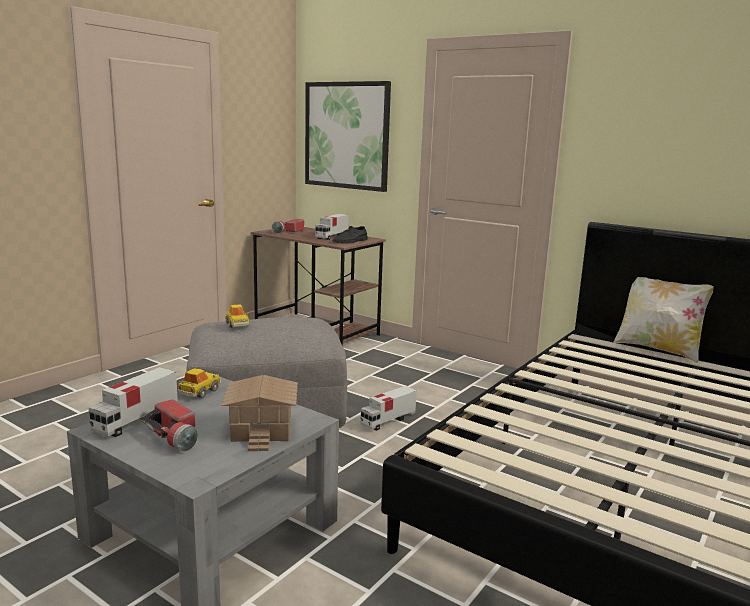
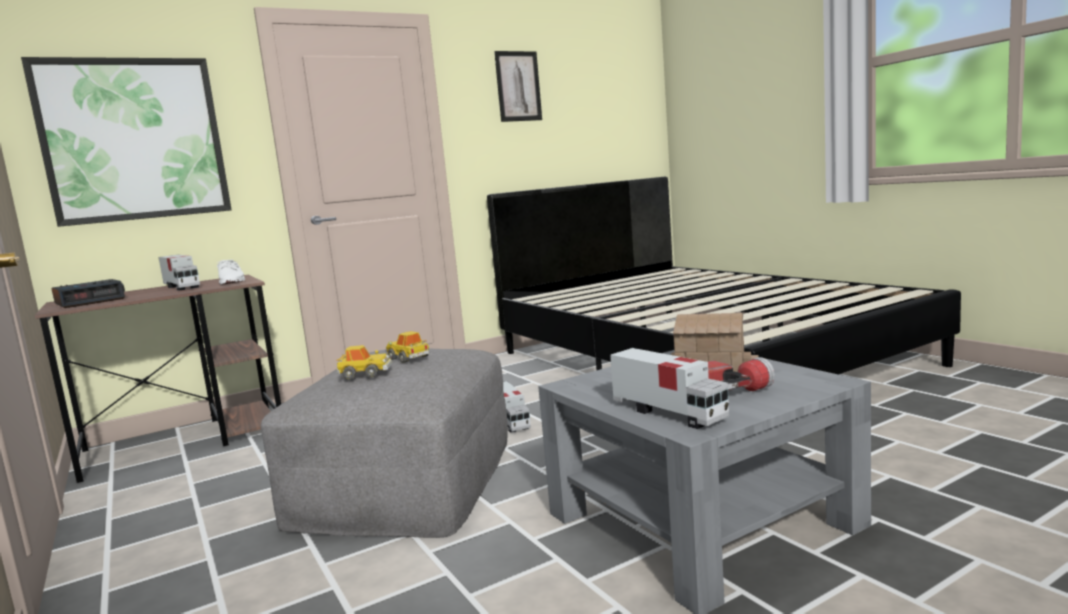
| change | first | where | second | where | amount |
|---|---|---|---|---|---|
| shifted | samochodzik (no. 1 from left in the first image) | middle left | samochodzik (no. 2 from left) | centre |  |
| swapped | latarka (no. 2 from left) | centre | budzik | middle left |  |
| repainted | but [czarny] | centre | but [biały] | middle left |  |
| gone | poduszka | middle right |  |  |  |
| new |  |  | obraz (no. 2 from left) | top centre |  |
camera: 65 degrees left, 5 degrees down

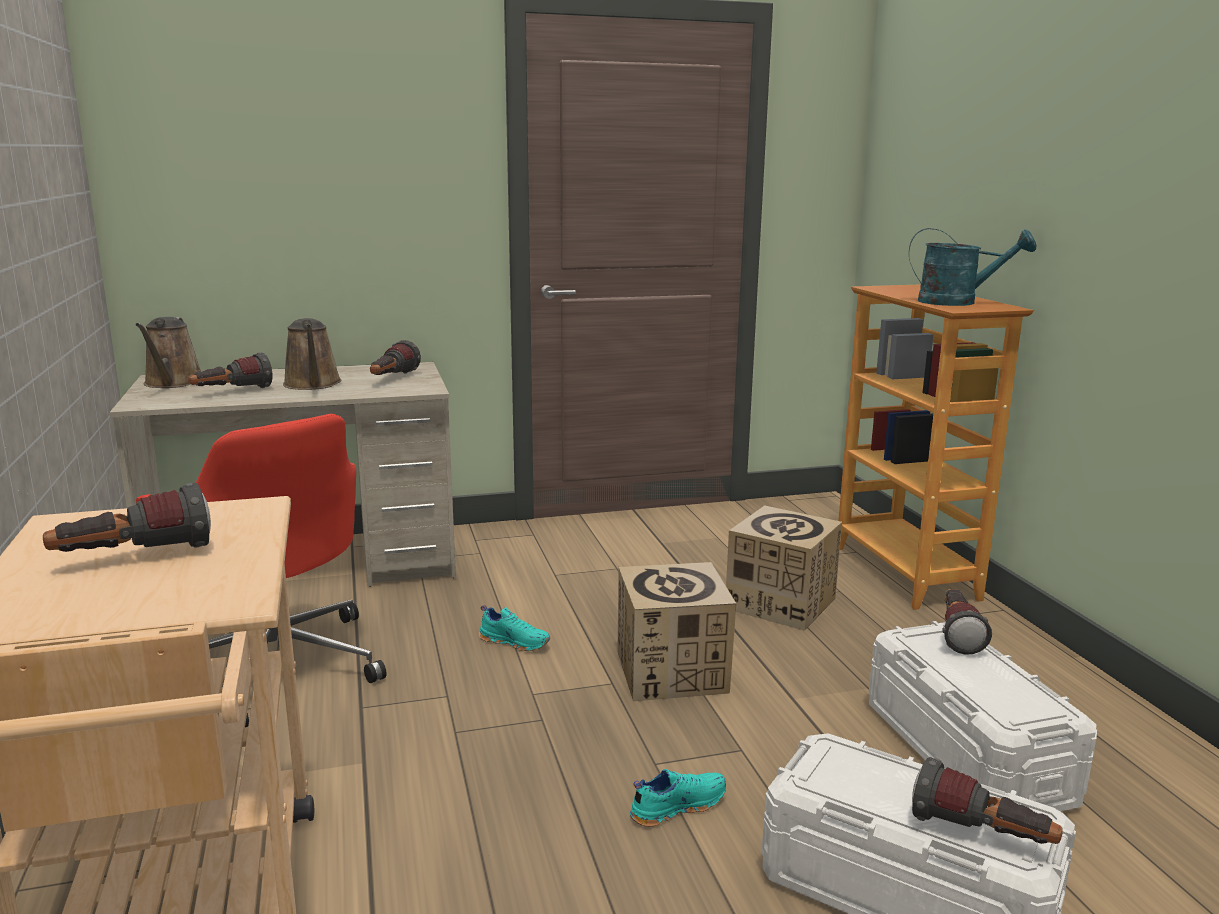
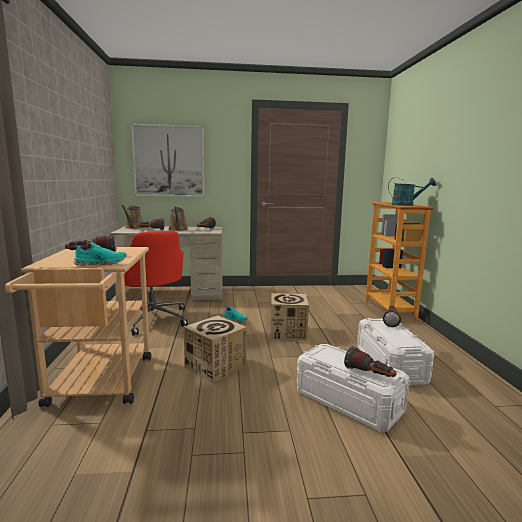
| change | first | where | second | where | amount |
|---|---|---|---|---|---|
| shifted | but [turkusowy] (no. 2 from left in the first image) | bottom centre | but [turkusowy] (no. 1 from left) | middle left |  |
| shifted | karton (no. 2 from left in the first image) | centre | karton (no. 1 from left) | bottom centre |  |
| new |  |  | obraz | top left |  |
camera: 10 degrees right, 5 degrees down

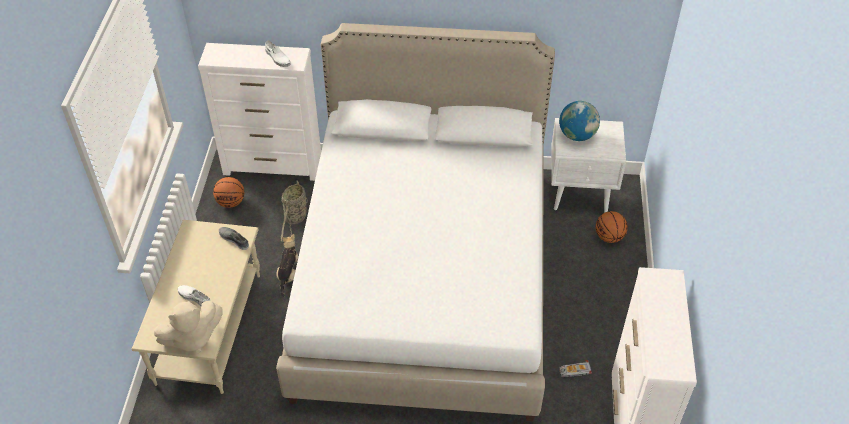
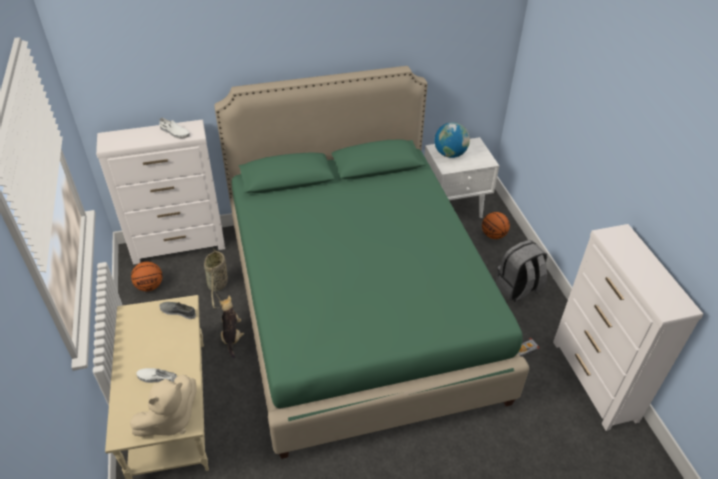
| change | first | where | second | where | amount |
|---|---|---|---|---|---|
| repainted | łóżko [biały] | centre | łóżko [zielony] | centre |  |
| new |  |  | plecak [szary] | middle right |  |
camera: 20 degrees left, 5 degrees down

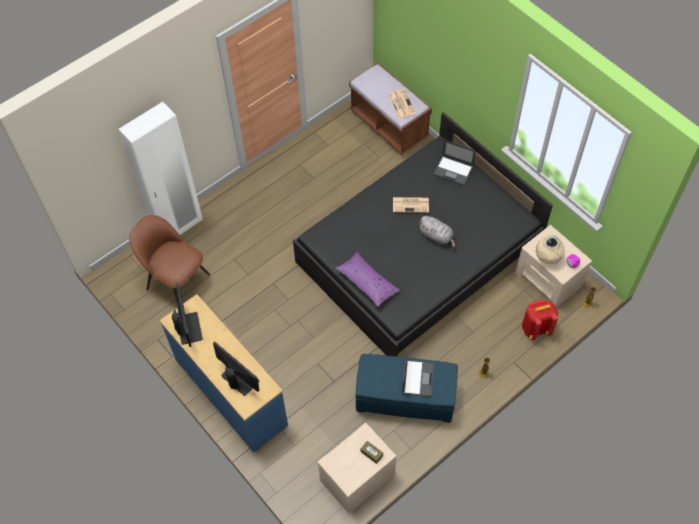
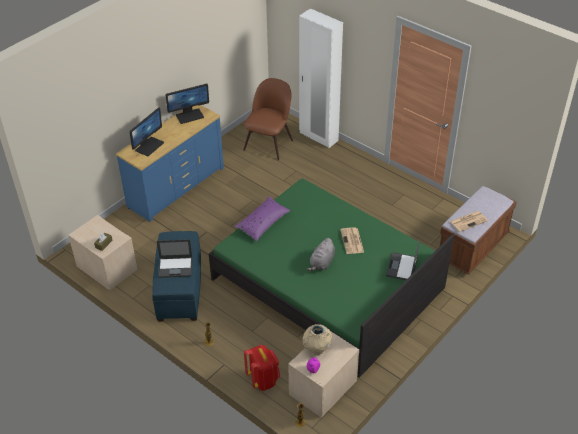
| change | first | where | second | where | amount |
|---|---|---|---|---|---|
| repainted | łóżko [czarny] | centre | łóżko [zielony] | centre |  |
camera: 80 degrees right, 15 degrees down

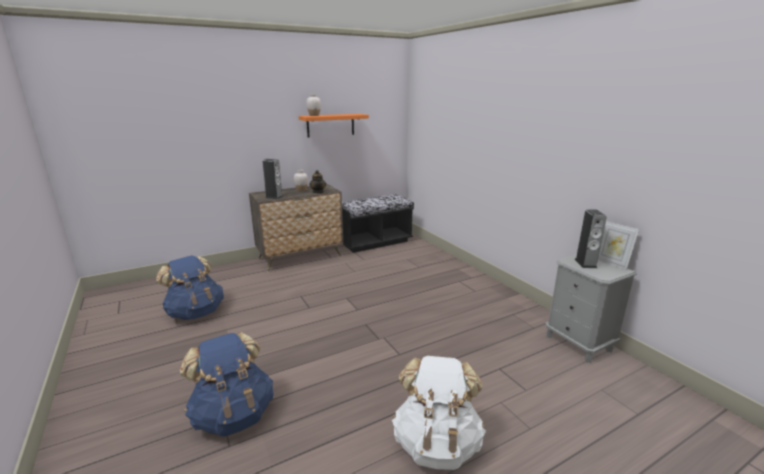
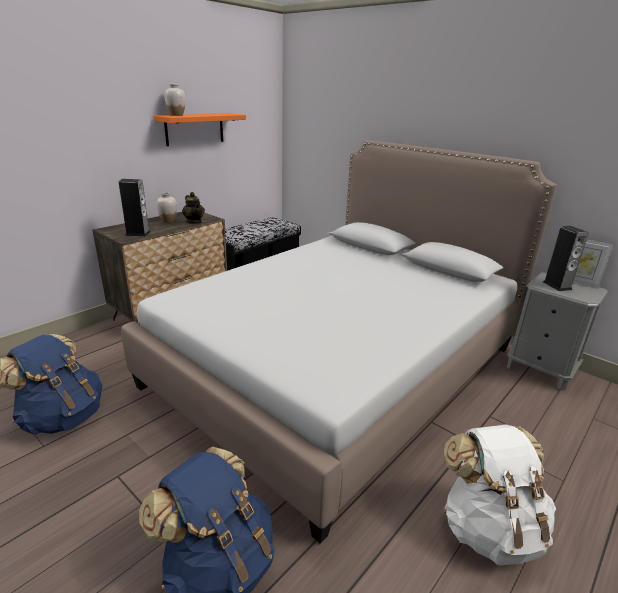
| change | first | where | second | where | amount |
|---|---|---|---|---|---|
| new |  |  | łóżko | centre |  |
camera: 20 degrees left, 5 degrees up

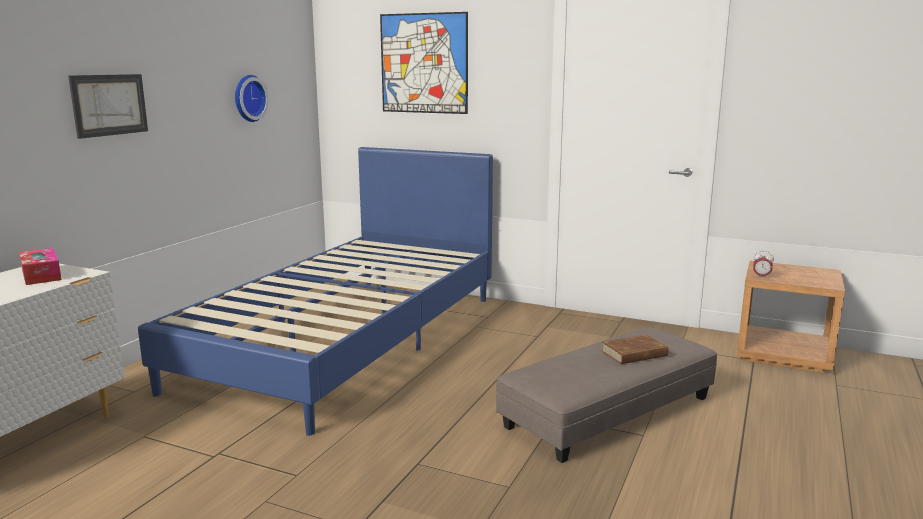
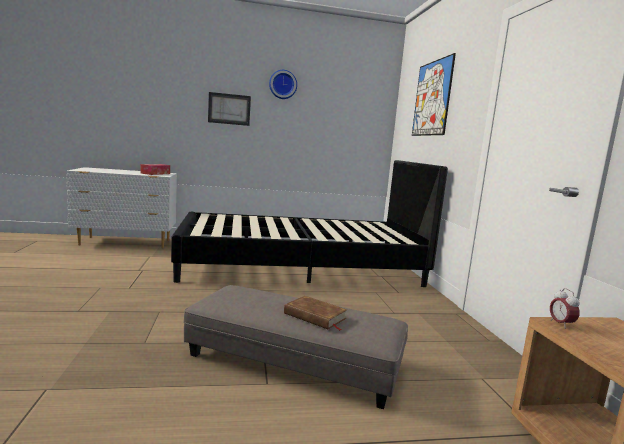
| change | first | where | second | where | amount |
|---|---|---|---|---|---|
| repainted | łóżko [niebieski] | centre | łóżko [czarny] | centre |  |
| shifted | zegar ścienny | top left |  | top centre |  |
camera: 55 degrees right, 5 degrees down

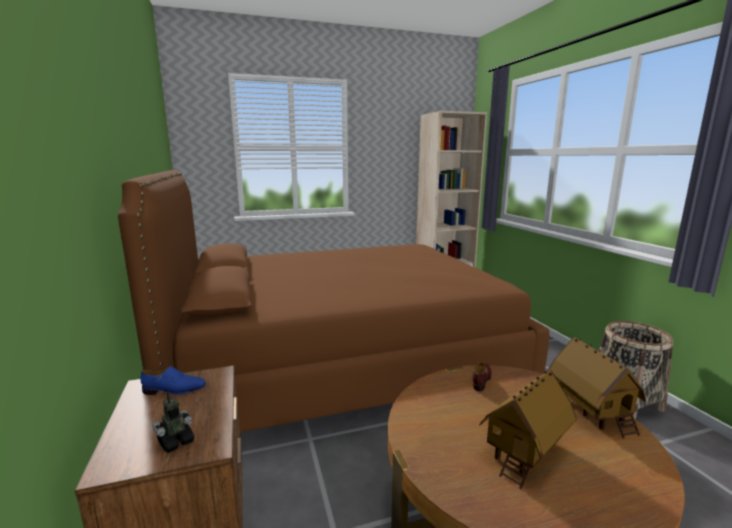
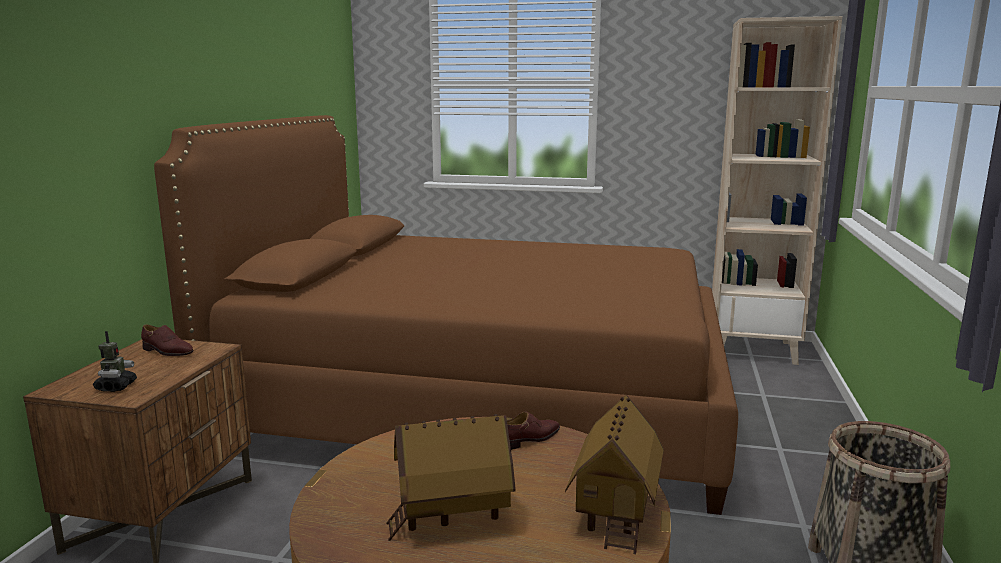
| change | first | where | second | where | amount |
|---|---|---|---|---|---|
| repainted | but [niebieski] | bottom left | but [brązowy] (no. 1 from left) | middle left |  |
| rotated | robot zabawkowy | bottom left |  | middle left | 105 degrees clockwise |
camera: 30 degrees right, 0 degrees up

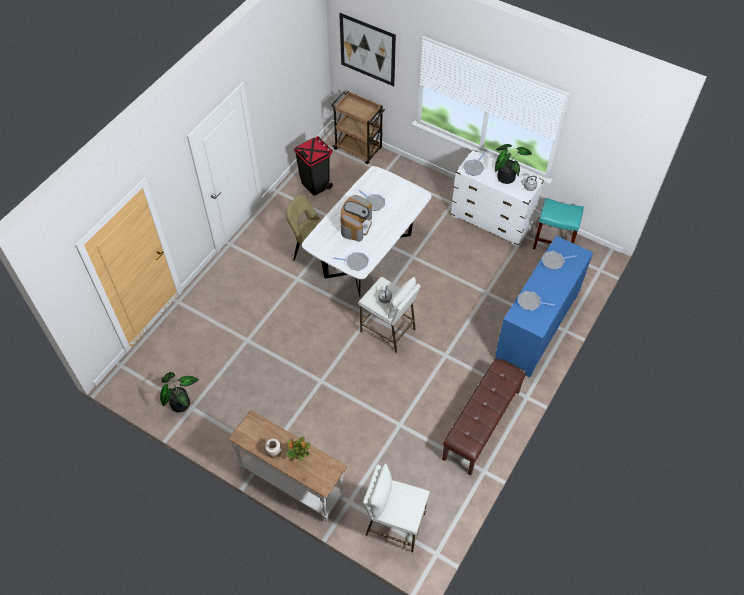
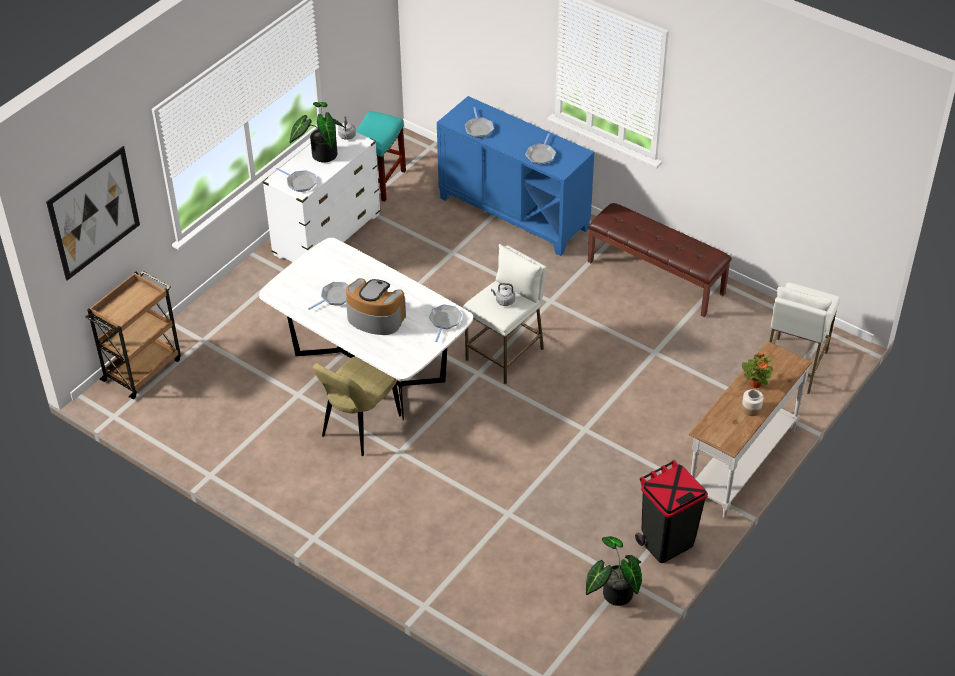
| change | first | where | second | where | amount |
|---|---|---|---|---|---|
| shifted | kosz na śmieci [czarny] | top centre |  | bottom right |  |
camera: 85 degrees left, 10 degrees down

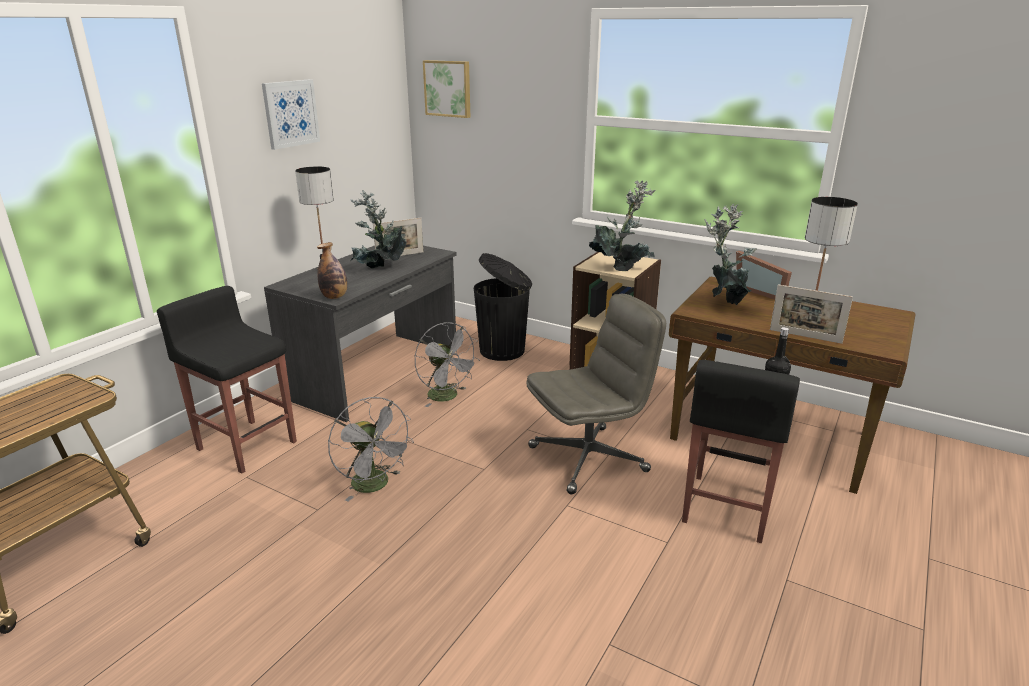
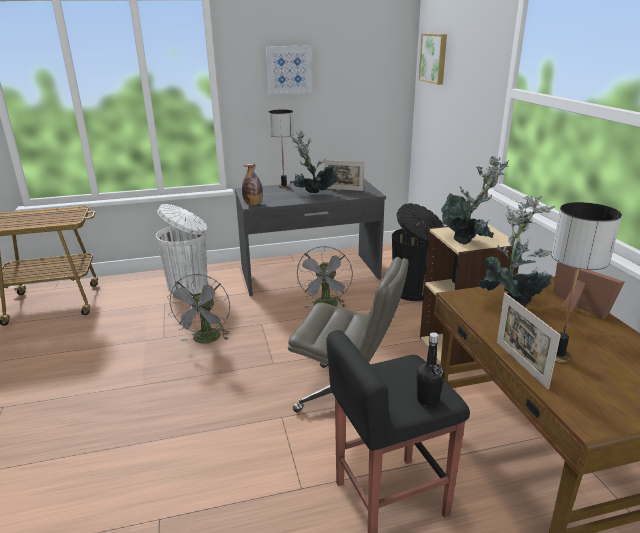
| change | first | where | second | where | amount |
|---|---|---|---|---|---|
| swapped | stołek [czarny] (no. 1 from left) | middle left | kosz na śmieci [biały] | middle left |  |
| rotated | ramka na zdjęcie (no. 2 from left in the first image) | middle right | ramka na zdjęcie (no. 3 from left) | middle right | 150 degrees clockwise |
camera: 45 degrees right, 0 degrees up

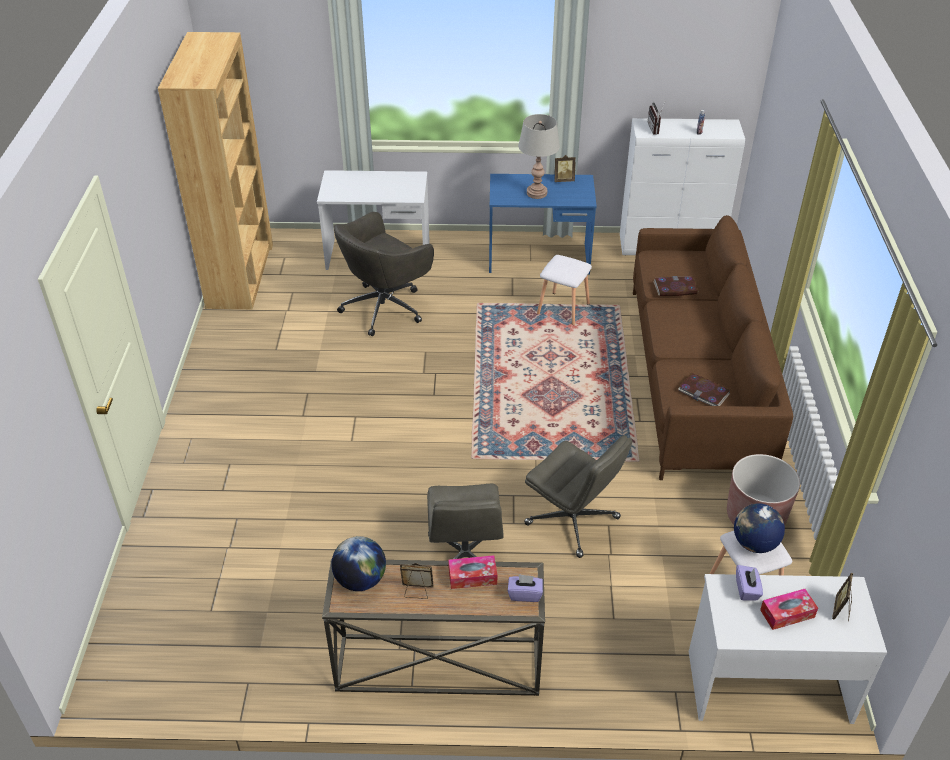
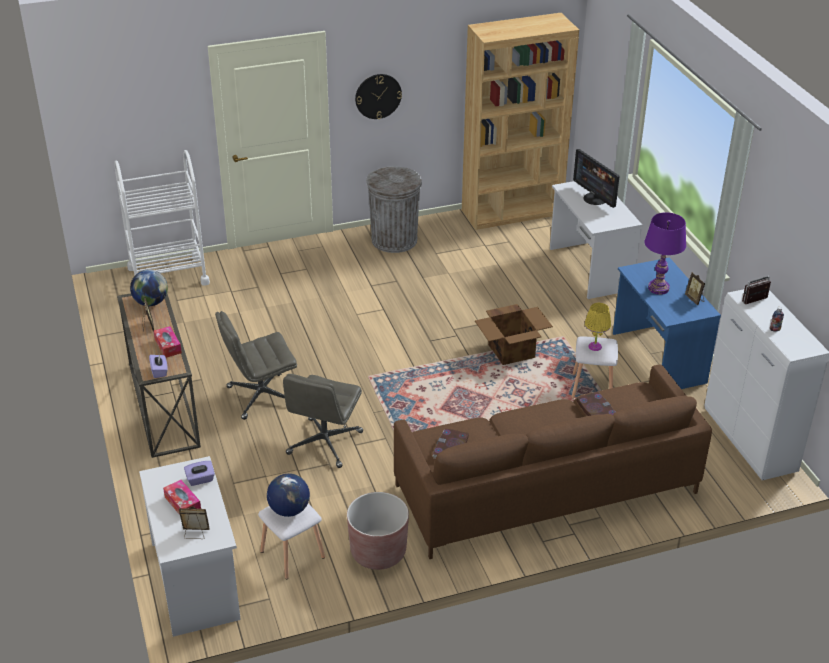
| change | first | where | second | where | amount |
|---|---|---|---|---|---|
| gone | krzesło biurowe [szary] (no. 1 from left) | centre |  |  |  |
| repainted | lampa stołowa [szary] | top centre | lampa stołowa [fioletowy] | middle right |  |
| new |  |  | wózek [biały] | top left |  |
| new |  |  | zegar ścienny | top centre |  |
| new |  |  | kosz na śmieci [szary] | top centre |  |
| new |  |  | karton | centre |  |
| new |  |  | monitor | top right |  |
| new |  |  | lampa stołowa [żółty] | middle right |  |
camera: 70 degrees right, 5 degrees down

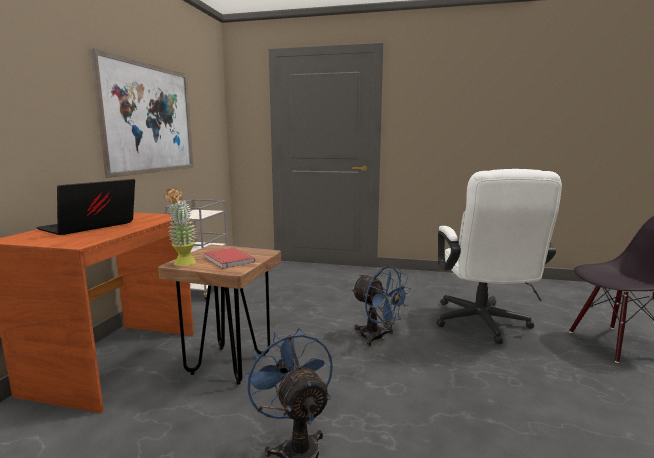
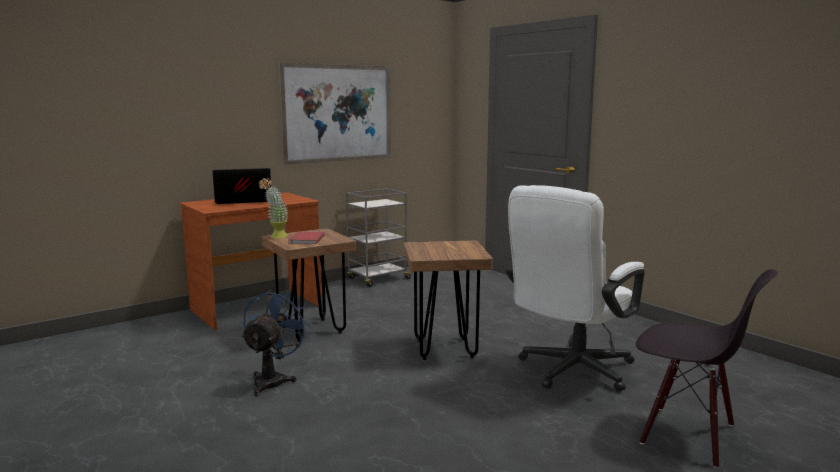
| change | first | where | second | where | amount |
|---|---|---|---|---|---|
| swapped | wentylator [niebieski] (no. 2 from left) | bottom centre | stołek [brązowy] (no. 2 from left) | centre |  |
camera: 40 degrees right, 0 degrees up

